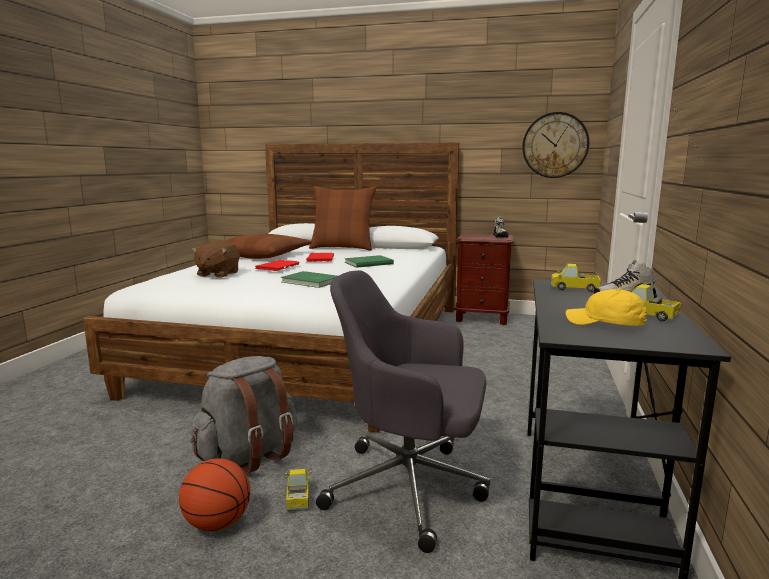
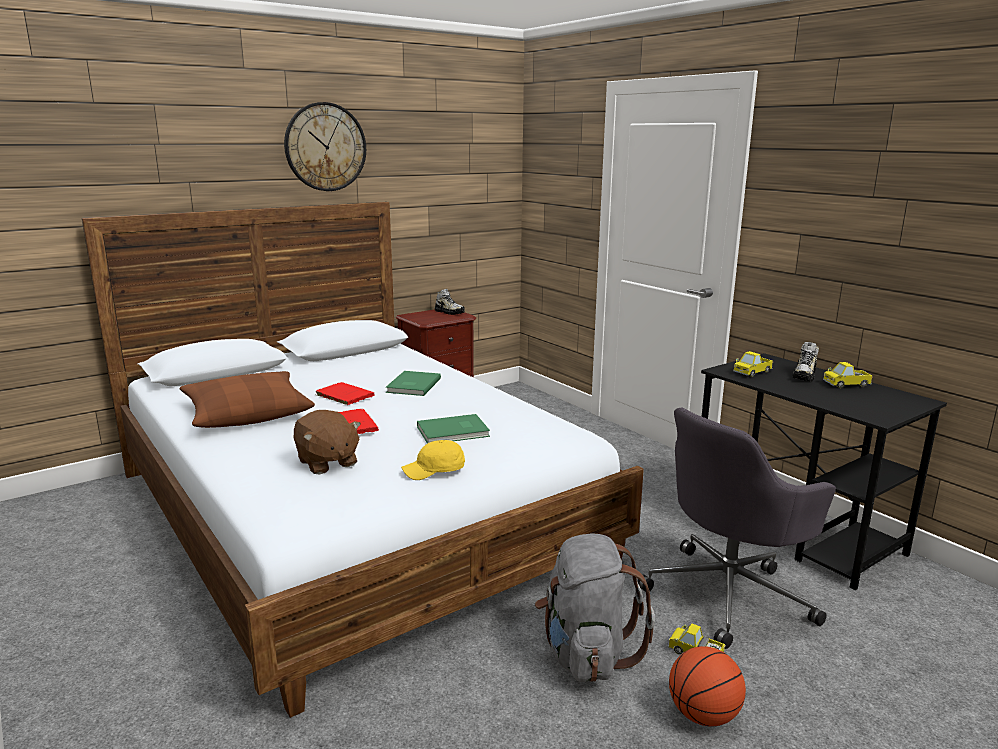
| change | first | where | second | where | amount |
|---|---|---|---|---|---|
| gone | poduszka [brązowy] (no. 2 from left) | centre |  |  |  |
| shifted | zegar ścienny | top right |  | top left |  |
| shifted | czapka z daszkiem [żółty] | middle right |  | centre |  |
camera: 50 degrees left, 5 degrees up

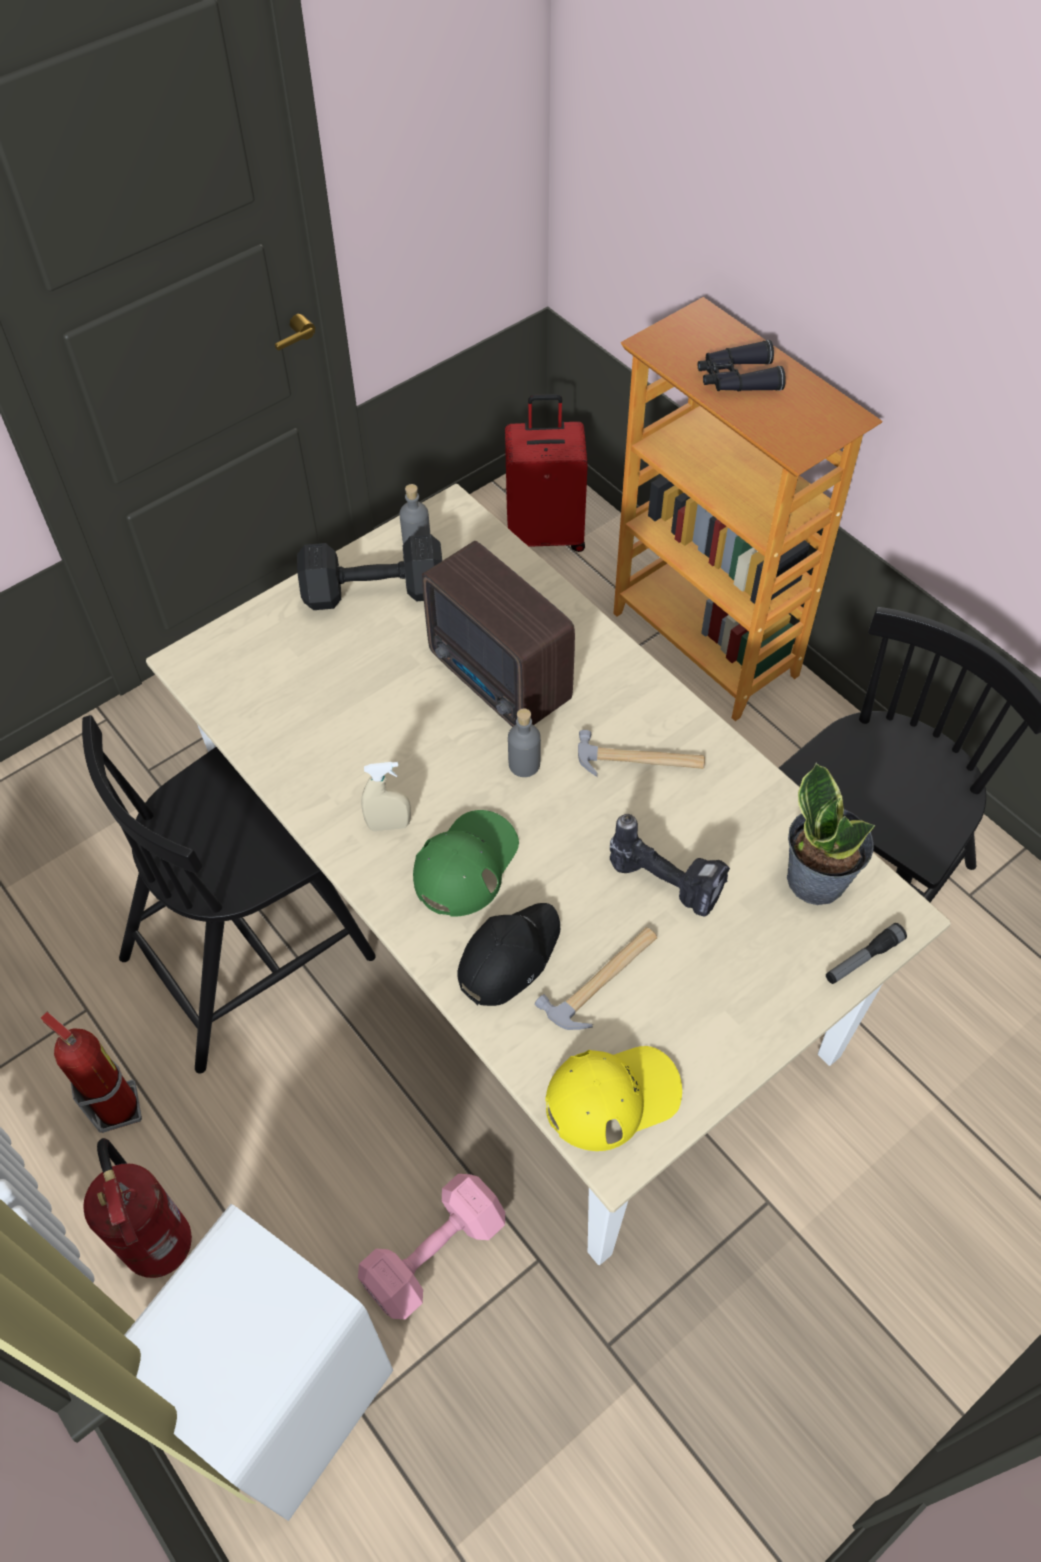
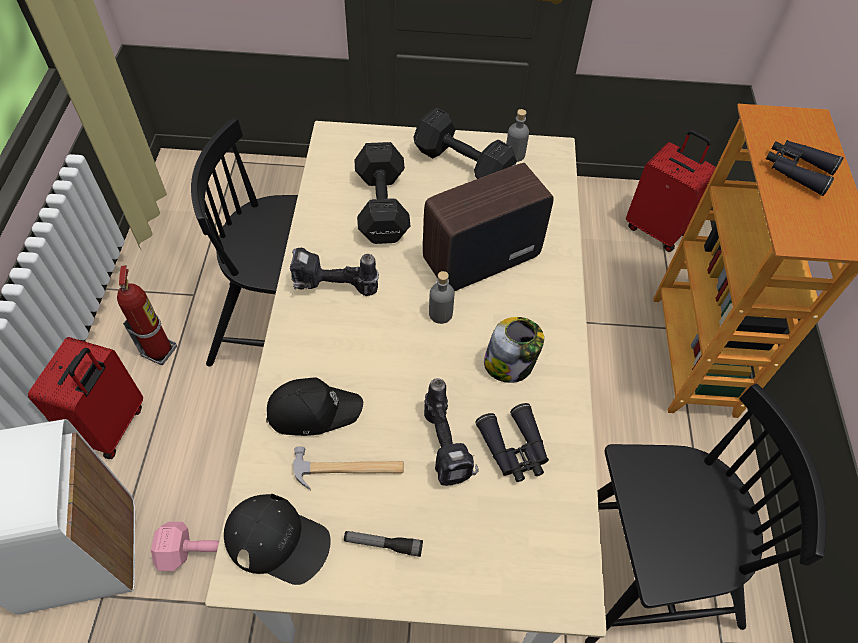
| change | first | where | second | where | amount |
|---|---|---|---|---|---|
| swapped | gaśnica (no. 2 from left) | bottom left | walizka [czerwony] (no. 1 from left) | middle left |  |
| swapped | spryskiwacz [beżowy] | centre | wiertarka (no. 1 from left) | centre |  |
| gone | czapka z daszkiem [zielony] | centre |  |  |  |
| rotated | radio | centre |  | centre | 60 degrees clockwise |
| repainted | czapka z daszkiem [żółty] | bottom centre | czapka z daszkiem [czarny] (no. 1 from left) | bottom left |  |
| swapped | młotek (no. 2 from left) | centre | słoik | centre |  |
| gone | roślina doniczkowa | middle right |  |  |  |
| shifted | latarka | middle right |  | bottom centre |  |
| new |  |  | hantel [czarny] (no. 1 from left) | top centre |  |
| new |  |  | lornetka [czarny] (no. 1 from left) | bottom centre |  |
camera: 40 degrees right, 0 degrees up

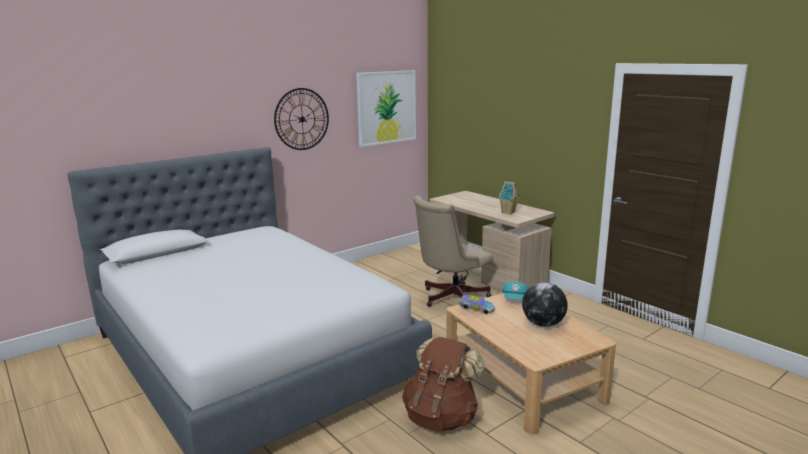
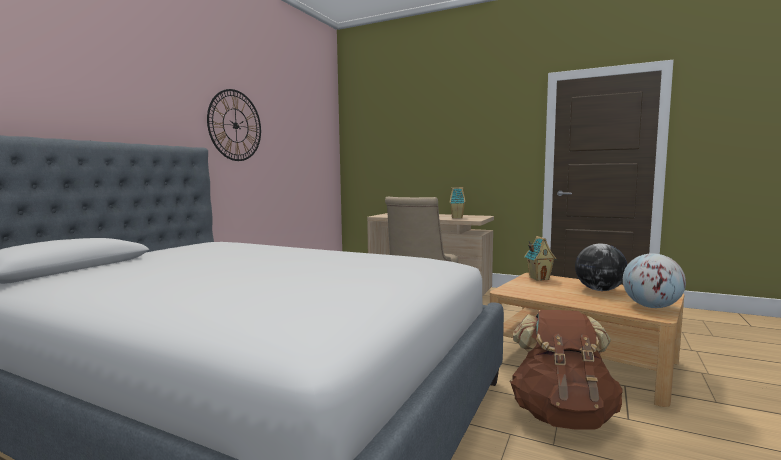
| change | first | where | second | where | amount |
|---|---|---|---|---|---|
| gone | obraz | top centre |  |  |  |
| gone | samochodzik | bottom centre |  |  |  |
| swapped | czapka z daszkiem [turkusowy] | centre | domek (no. 2 from left) | middle right |  |
| new |  |  | globus (no. 2 from left) | middle right |  |
camera: 25 degrees left, 10 degrees down

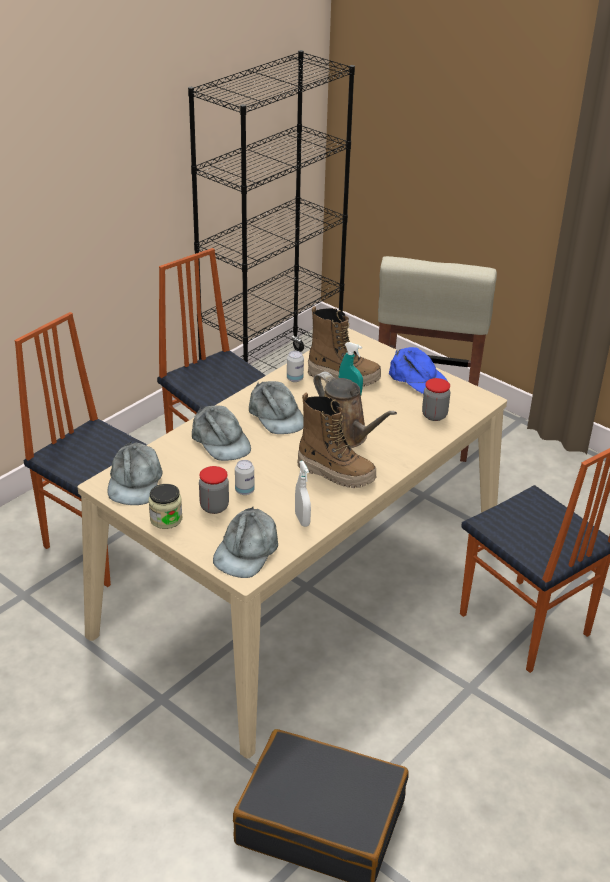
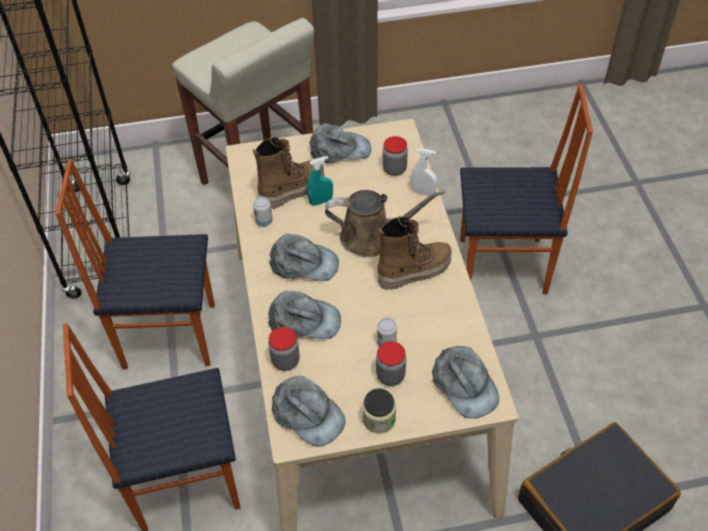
| change | first | where | second | where | amount |
|---|---|---|---|---|---|
| shifted | spryskiwacz [biały] | centre |  | top centre |  |
| repainted | czapka z daszkiem [niebieski] | middle right | czapka z daszkiem [szary] (no. 4 from left) | top centre |  |
| new |  |  | słoik (no. 1 from left) | centre |  |
camera: 50 degrees left, 15 degrees up

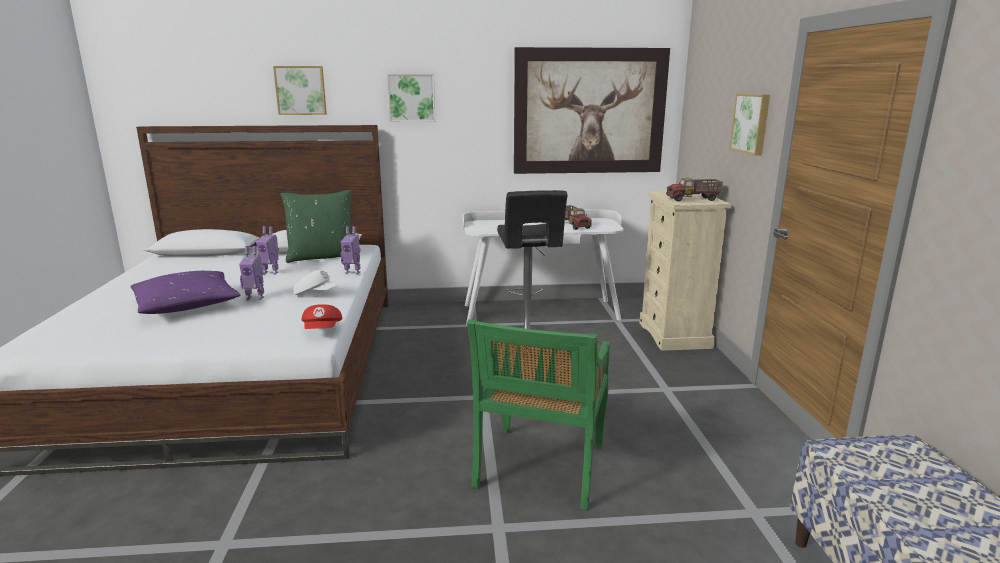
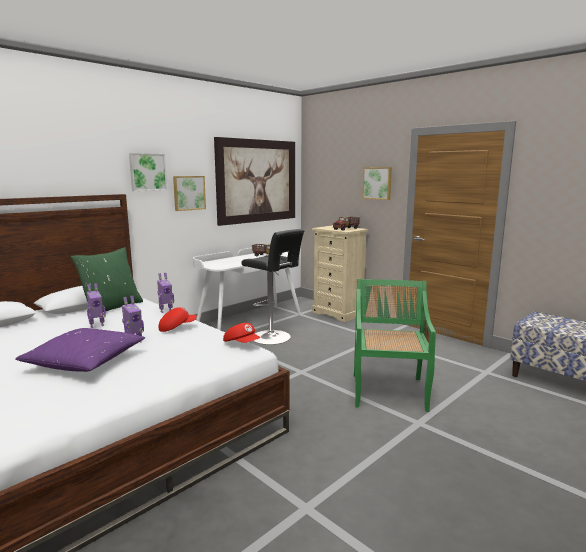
| change | first | where | second | where | amount |
|---|---|---|---|---|---|
| shifted | obraz (no. 1 from left in the first image) | top left | obraz (no. 2 from left) | middle left |  |
| repainted | czapka z daszkiem [biały] | middle left | czapka z daszkiem [czerwony] (no. 1 from left) | middle left |  |
| rotated | krzesło [zielony] | bottom centre |  | middle right | 150 degrees counterclockwise |
camera: 40 degrees left, 5 degrees down

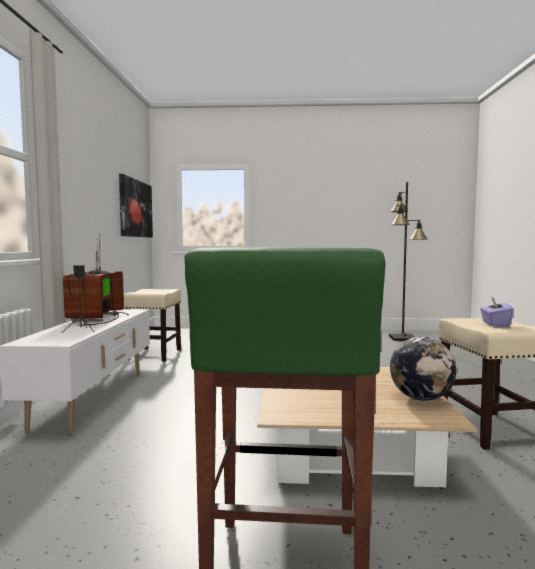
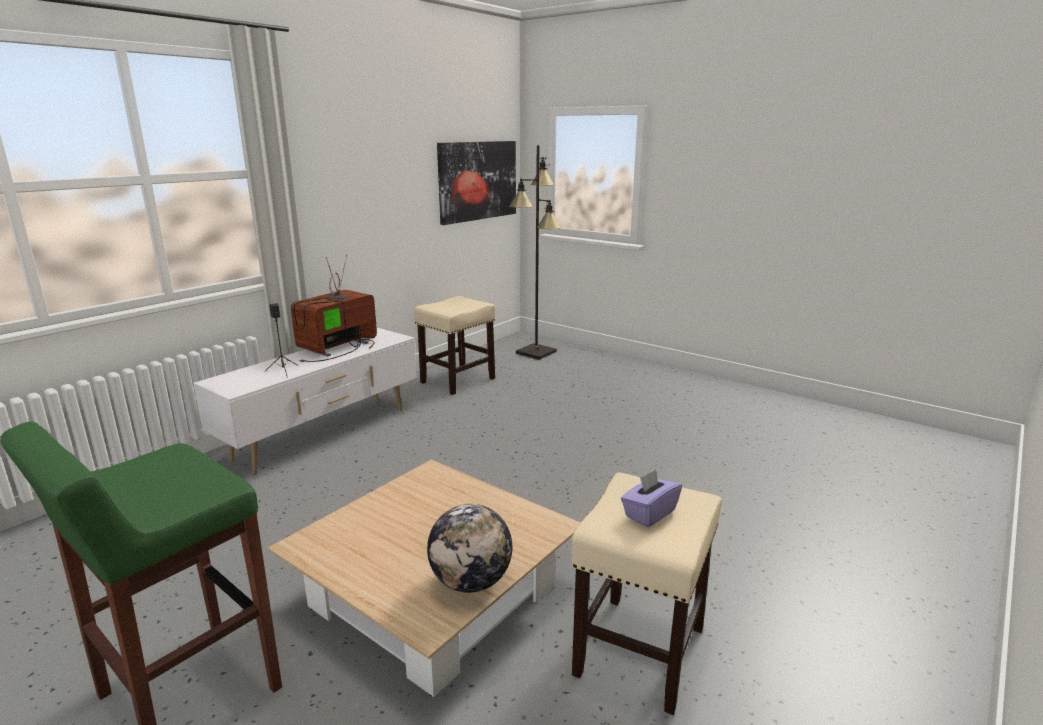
| change | first | where | second | where | amount |
|---|---|---|---|---|---|
| shifted | lampa stojąca [czarny] | middle right |  | centre |  |
camera: 35 degrees right, 15 degrees up

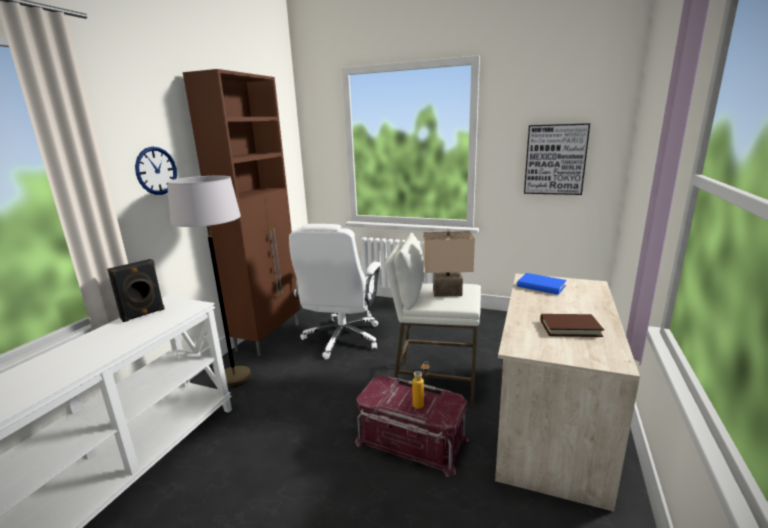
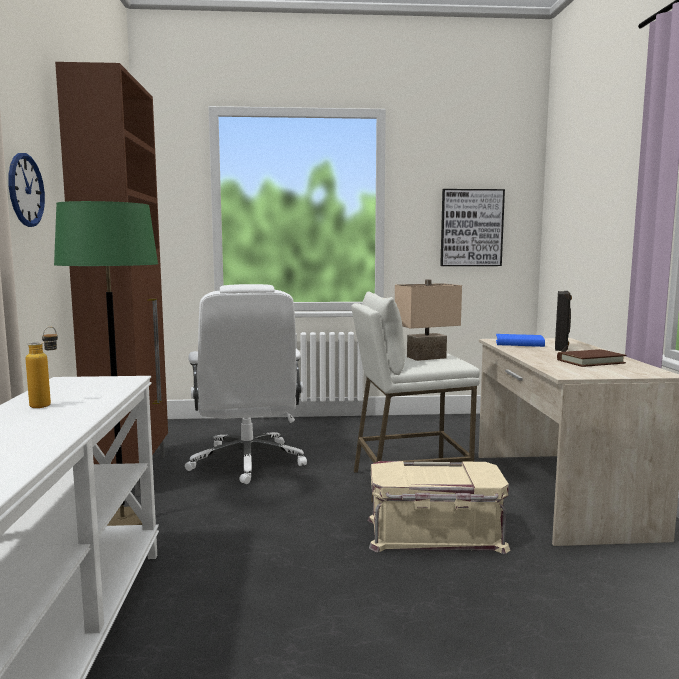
| change | first | where | second | where | amount |
|---|---|---|---|---|---|
| shifted | głośnik [czarny] | middle left |  | middle right |  |
| repainted | lampa stojąca [szary] | middle left | lampa stojąca [zielony] | middle left |  |
| repainted | pojemnik do przechowywania [czerwony] | bottom centre | pojemnik do przechowywania [beżowy] | bottom centre |  |
| shifted | butelka | bottom centre |  | middle left |  |
camera: 25 degrees left, 10 degrees down

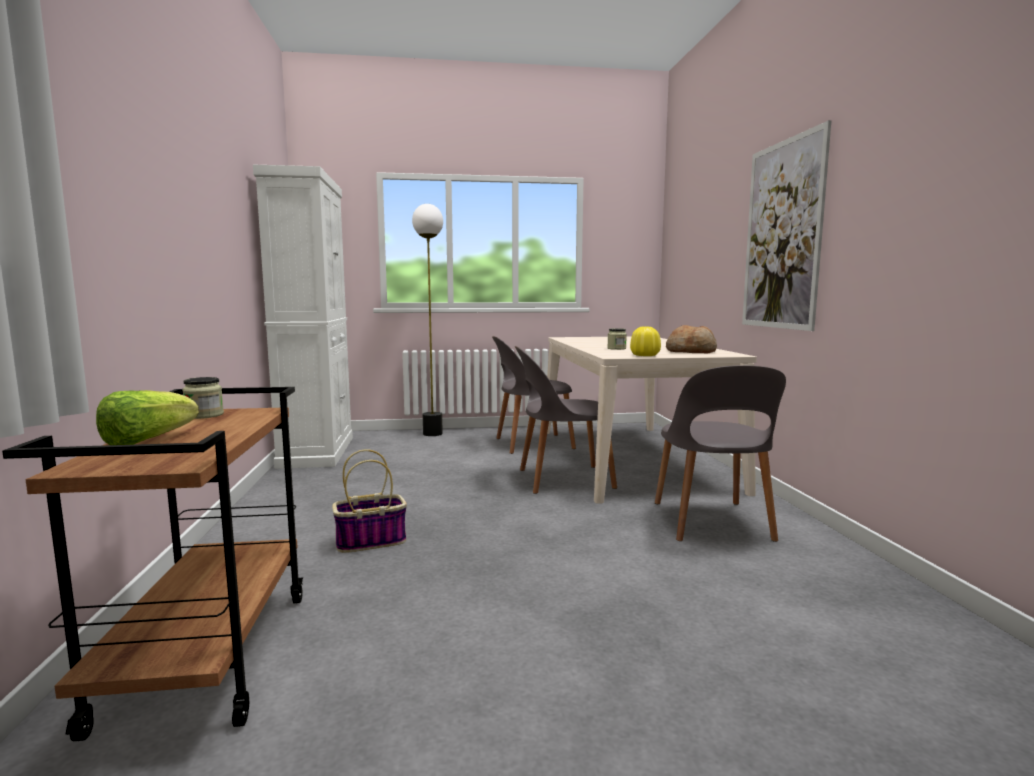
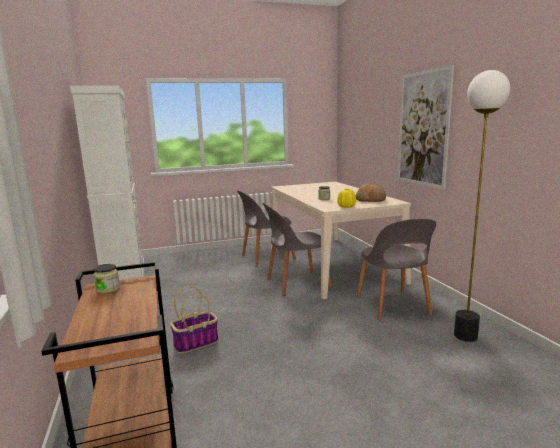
| change | first | where | second | where | amount |
|---|---|---|---|---|---|
| gone | sałata | middle left |  |  |  |
| shifted | lampa stojąca | centre |  | middle right |  |
camera: 10 degrees left, 5 degrees up

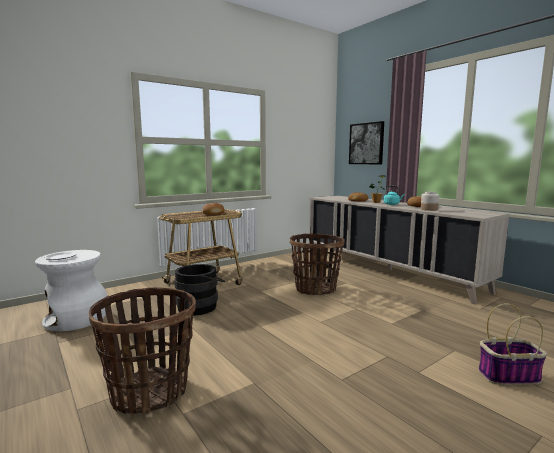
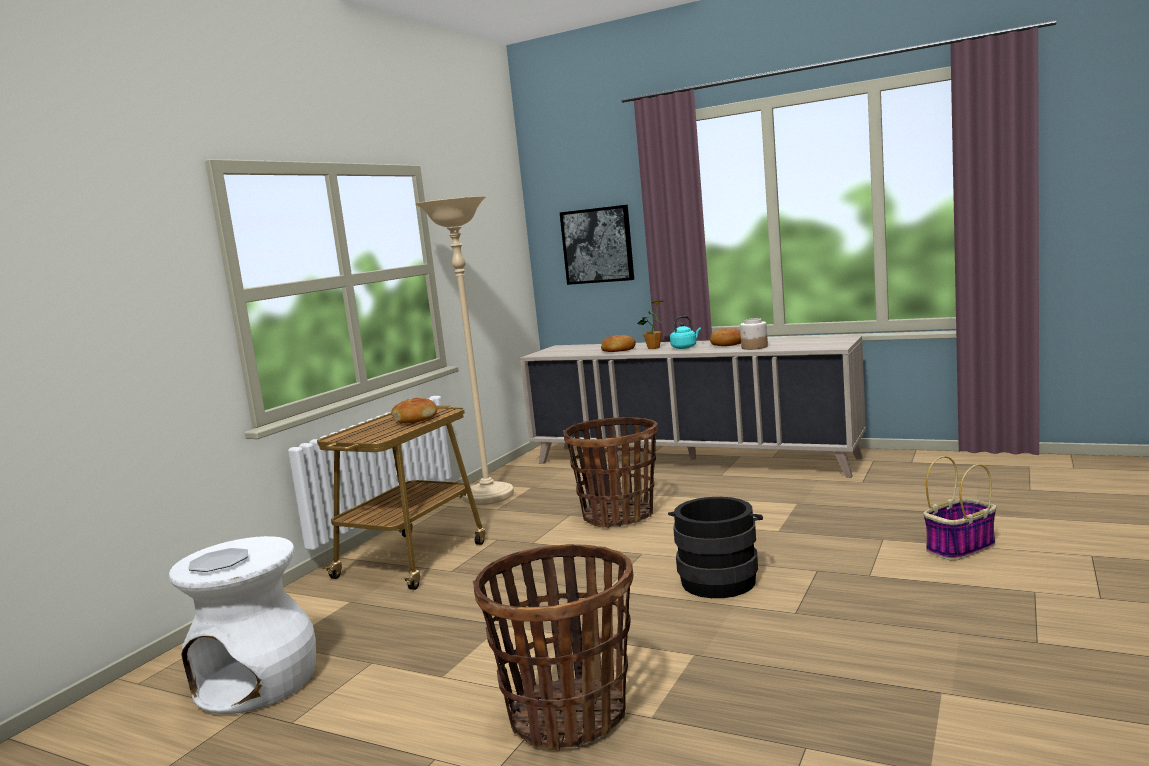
| change | first | where | second | where | amount |
|---|---|---|---|---|---|
| shifted | wiadro [czarny] | centre |  | bottom centre |  |
| new |  |  | lampa stojąca [beżowy] | centre |  |
camera: 25 degrees left, 0 degrees up

